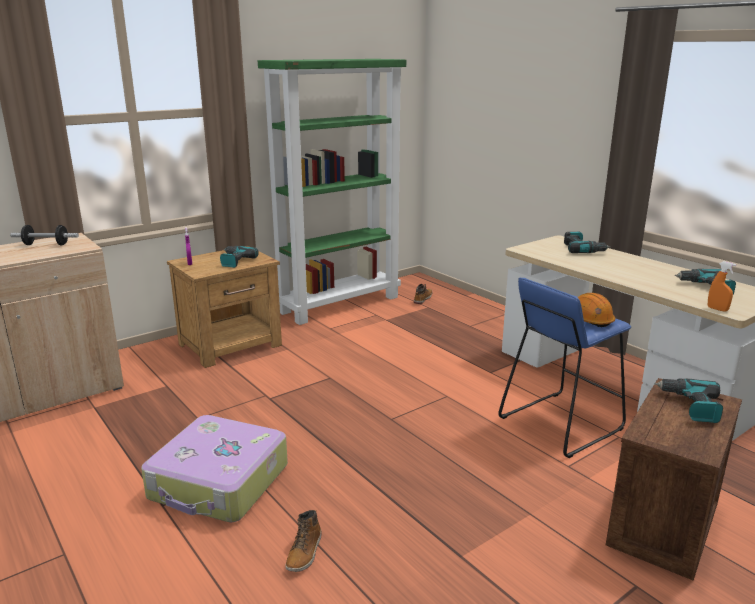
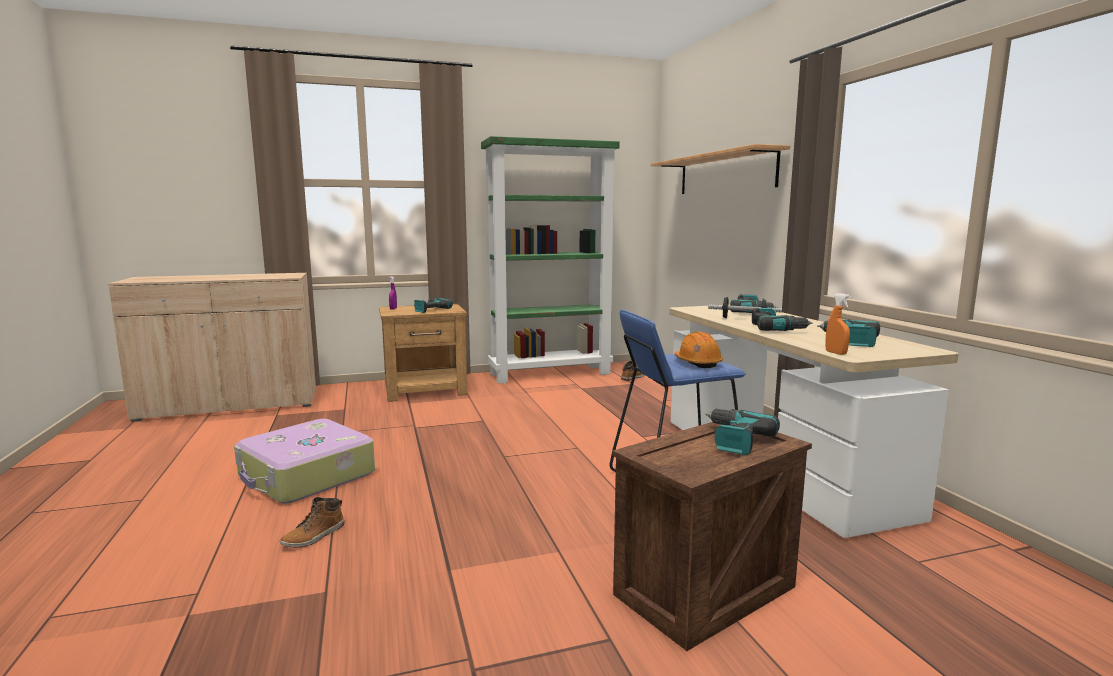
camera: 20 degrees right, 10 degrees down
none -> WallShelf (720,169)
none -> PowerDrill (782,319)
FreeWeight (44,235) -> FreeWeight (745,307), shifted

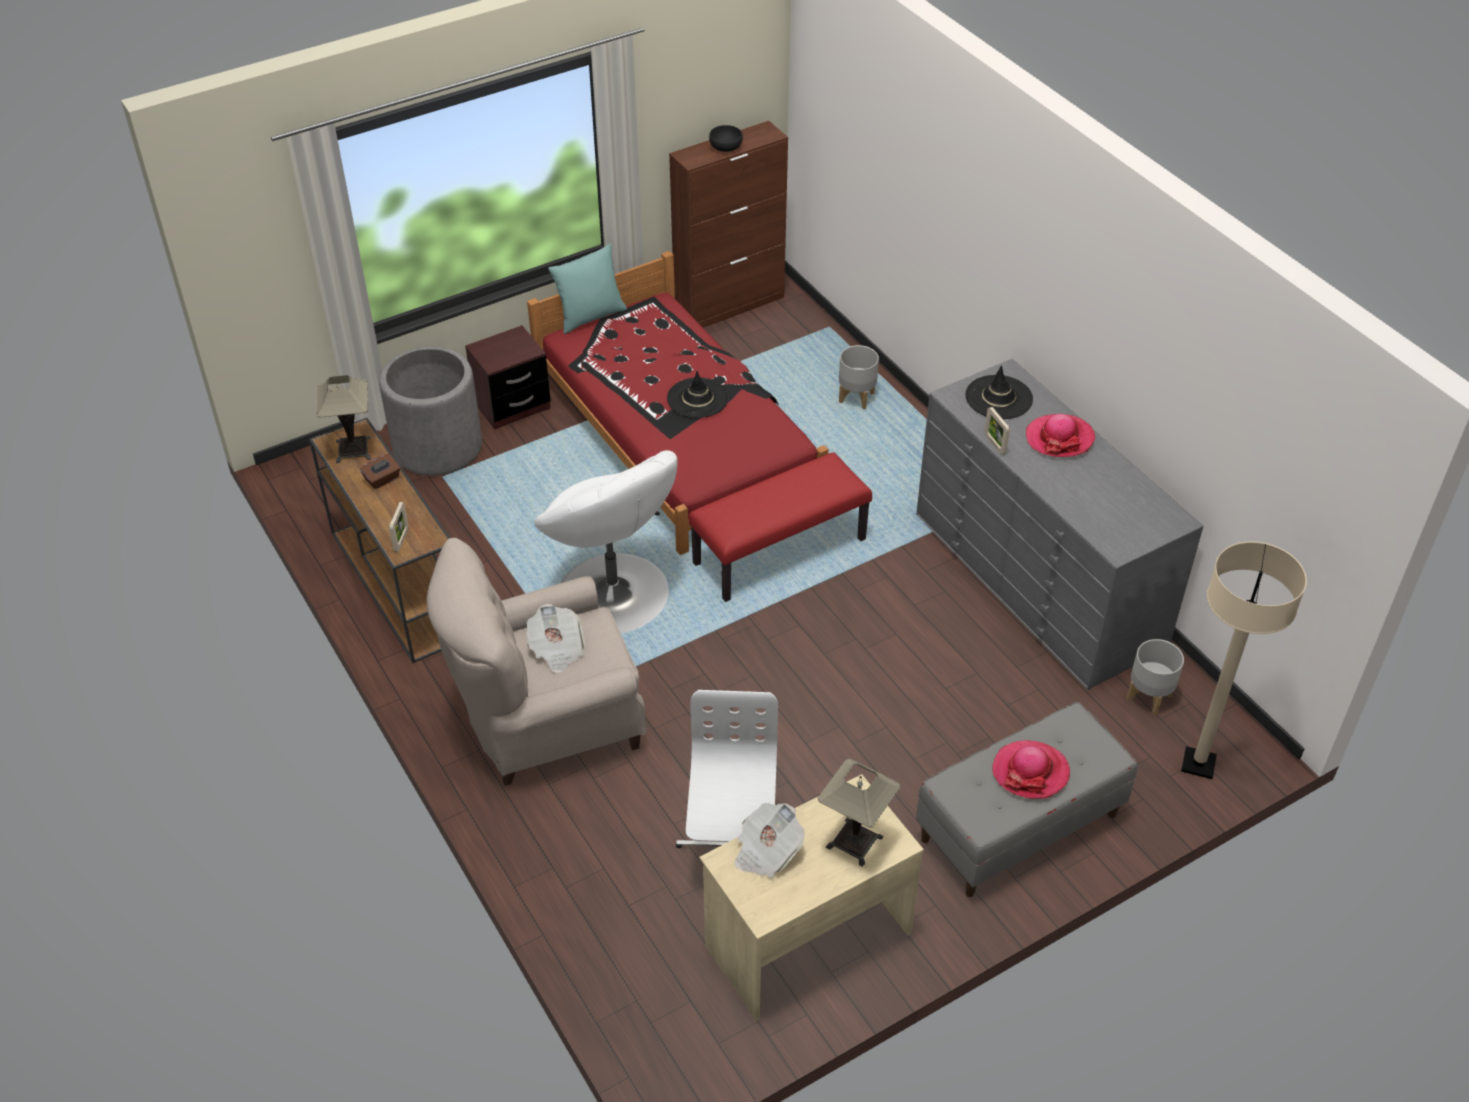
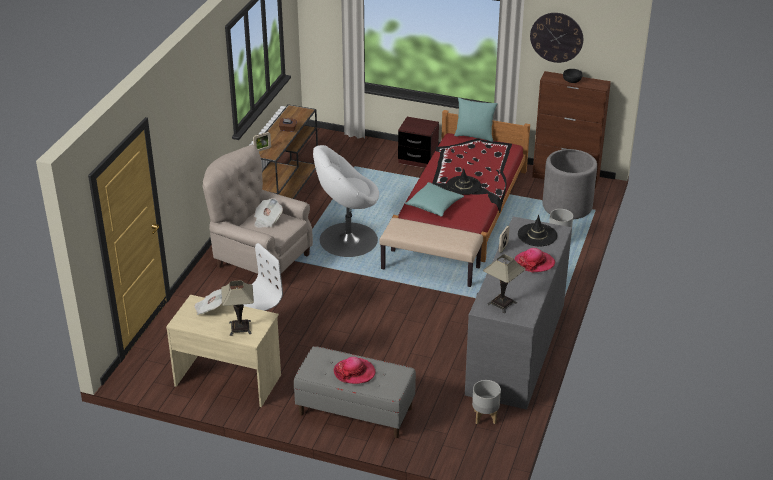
camera: 50 degrees right, 10 degrees down
SandColouredStandardLamp (1244,660) -> none
none -> TurquoiseThrowPillow (434,199)
none -> ClockOnTheWall (556,38)
TableLamp (343,419) -> TableLamp (504,283), shifted
GrayPlantPot (430,411) -> GrayPlantPot (569,184), shifted
ReddishIndoorBench (780,527) -> SandColouredIndoorBench (431,252)
WhitishEasyChair (606,541) -> WhitishEasyChair (346,201), 60 degrees clockwise

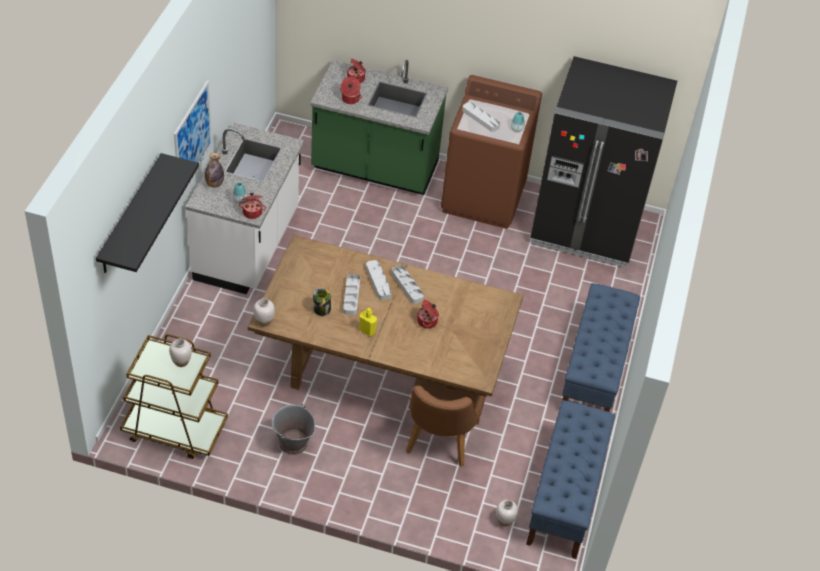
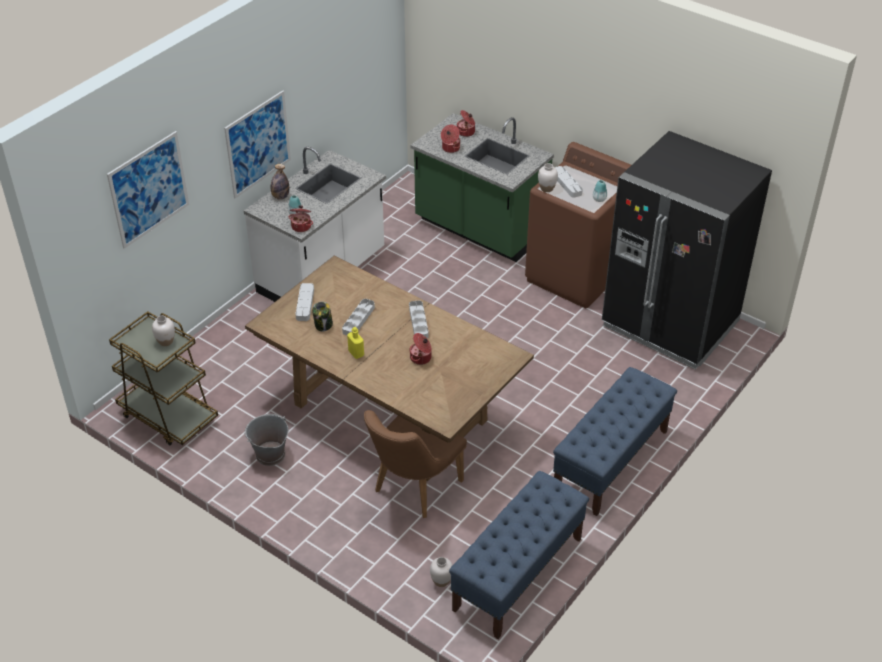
camera: 25 degrees right, 5 degrees down
WhitishFlowerVase (264,312) -> WhitishFlowerVase (548,177), shifted
GrayTray (379,280) -> GrayTray (305,302), shifted
BlackishWallShelf (147,213) -> WallPicture (148,190)

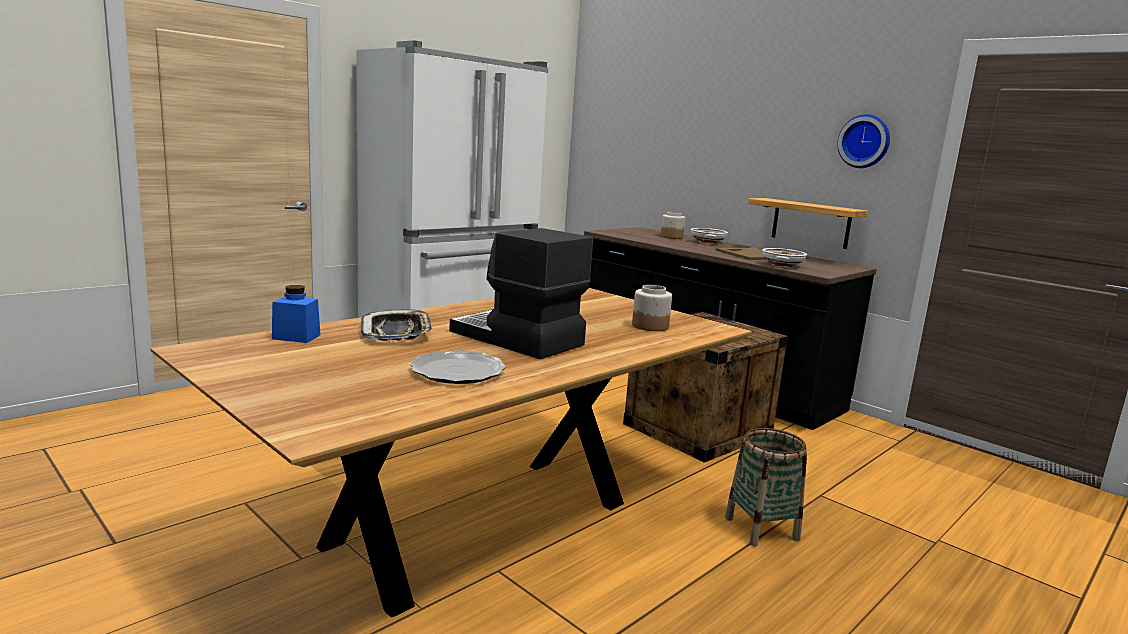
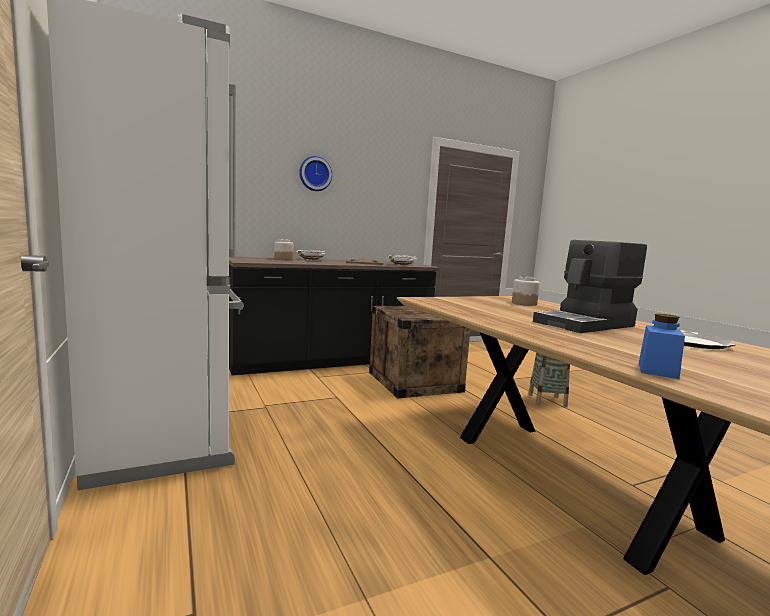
camera: 70 degrees left, 5 degrees down
Tray (397,325) -> none
WallShelf (808,223) -> none
ClockOnTheWall (863,141) -> ClockOnTheWall (315,173), shifted

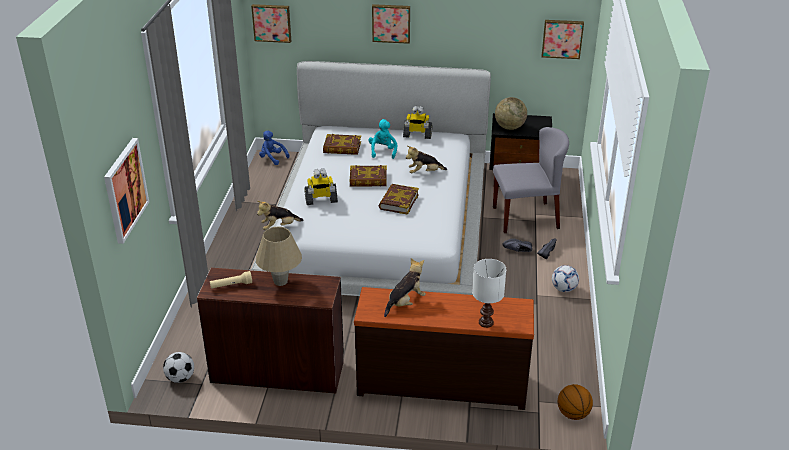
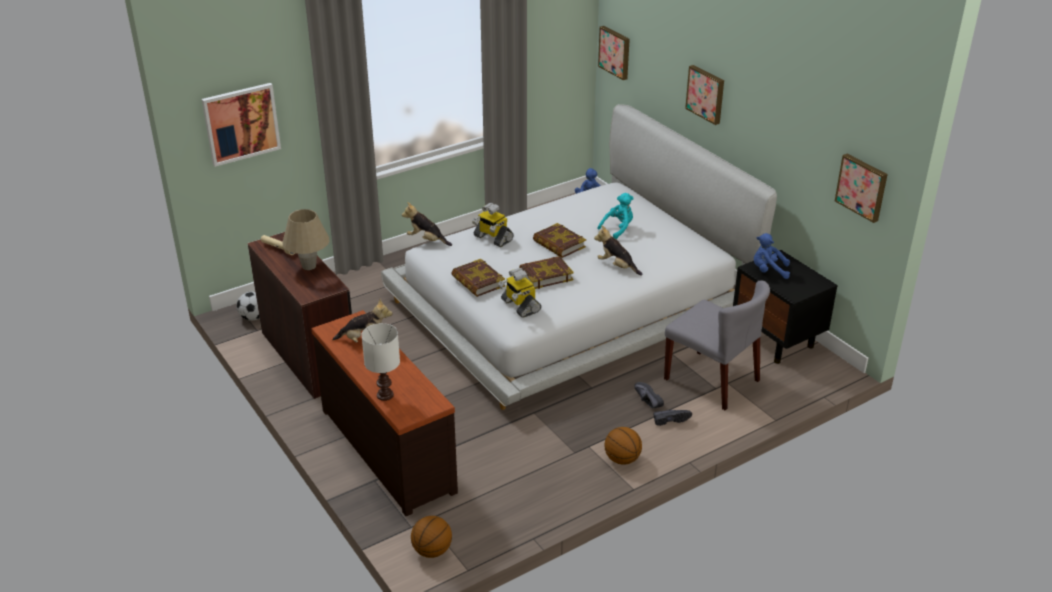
camera: 50 degrees right, 0 degrees up
BoundBook (342,144) -> BoundBook (478,278), shifted
ToyRobot (417,122) -> ToyRobot (519,293), shifted
Globe (511,113) -> BlueSoftToy (772,256)
BallForFootball (565,278) -> BasketballBall (623,446)

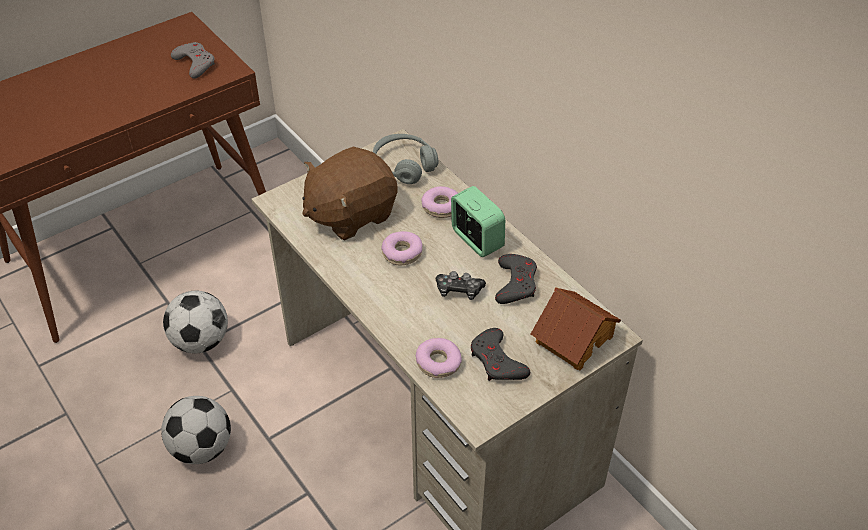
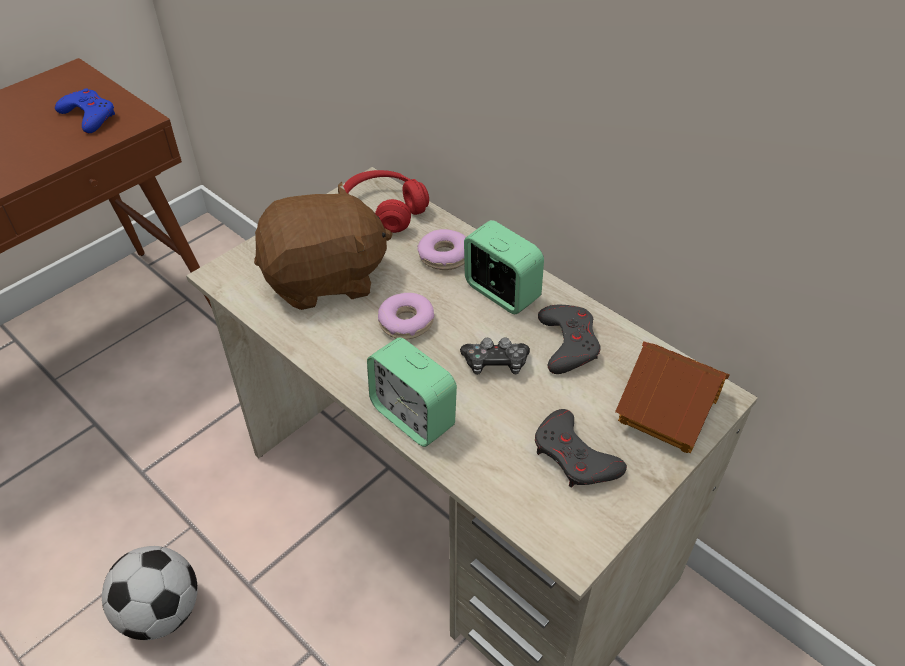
camera: 10 degrees left, 0 degrees up
BallForFootball (195,322) -> none
Donut (439,358) -> none
none -> BedsideClock (412,392)
GrayJoypad (193,60) -> BlueJoypad (85,110)
GrayHeadset (406,159) -> ReddishHeadset (386,201)
BrownishSoftToy (349,193) -> BrownishSoftToy (323,245), 150 degrees counterclockwise

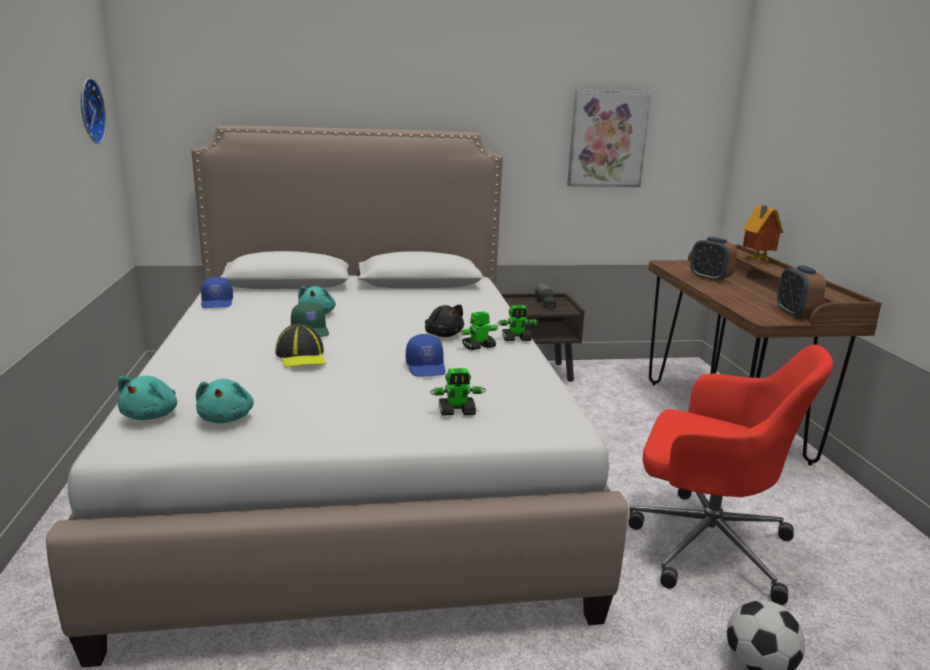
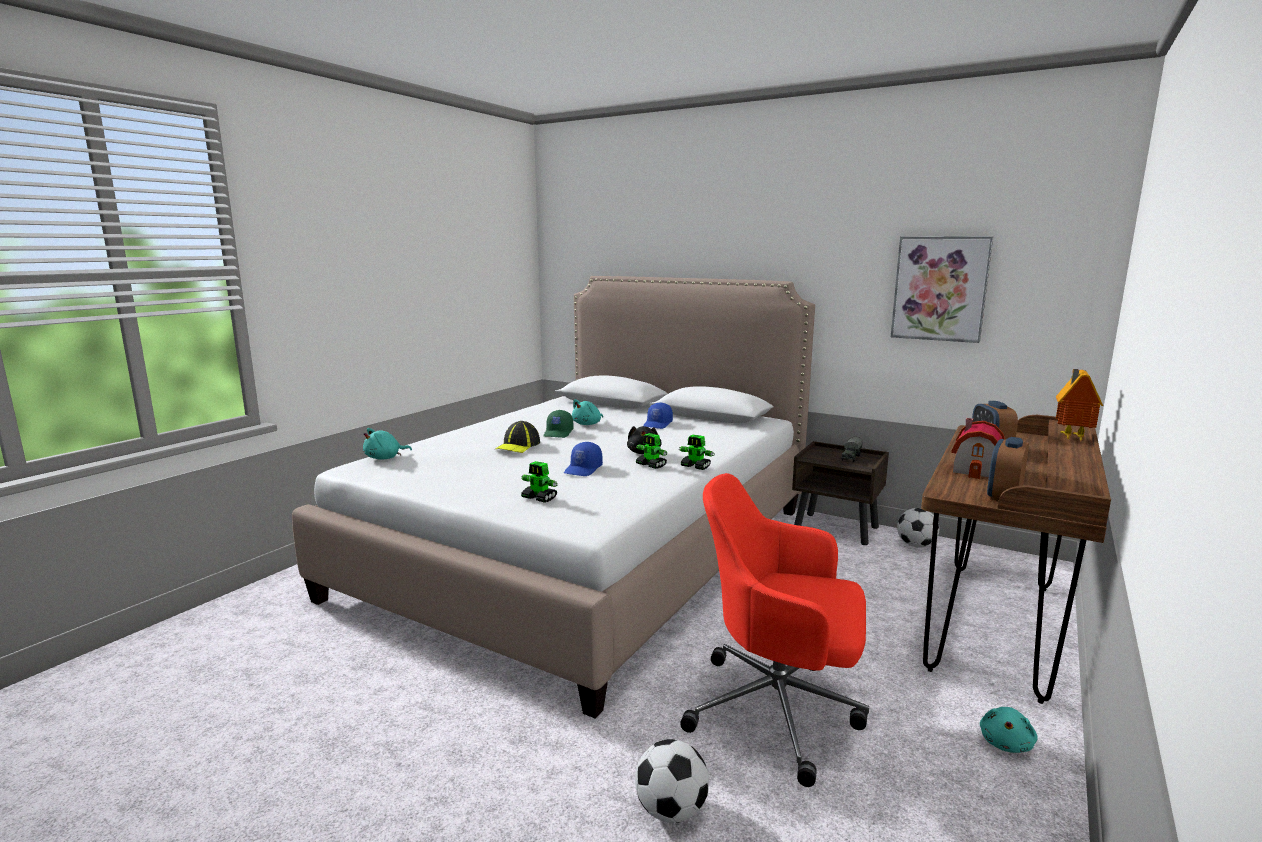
camera: 40 degrees right, 5 degrees down
ClockOnTheWall (93,111) -> none
none -> BallForFootball (918,528)
none -> ModelHouse (978,448)
TurquoiseSoftToy (225,401) -> TurquoiseSoftToy (1008,730), shifted
BlueBaseballCap (217,292) -> BlueBaseballCap (658,415), shifted
ToyRobot (479,330) -> ToyRobot (651,451), 150 degrees counterclockwise
ReddishOfficeChair (730,475) -> ReddishOfficeChair (774,630), 135 degrees clockwise

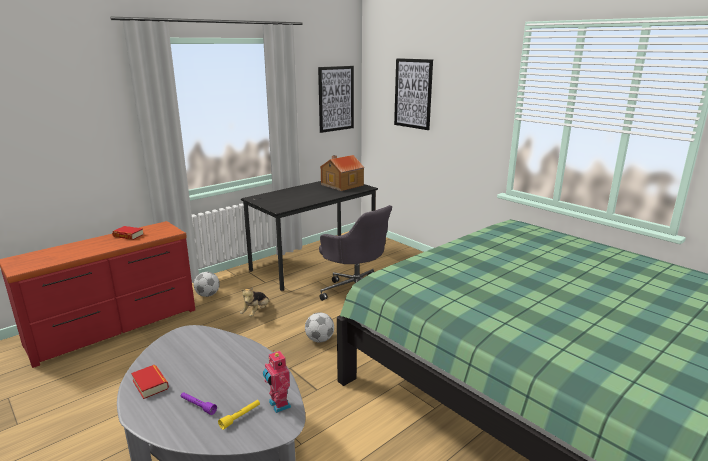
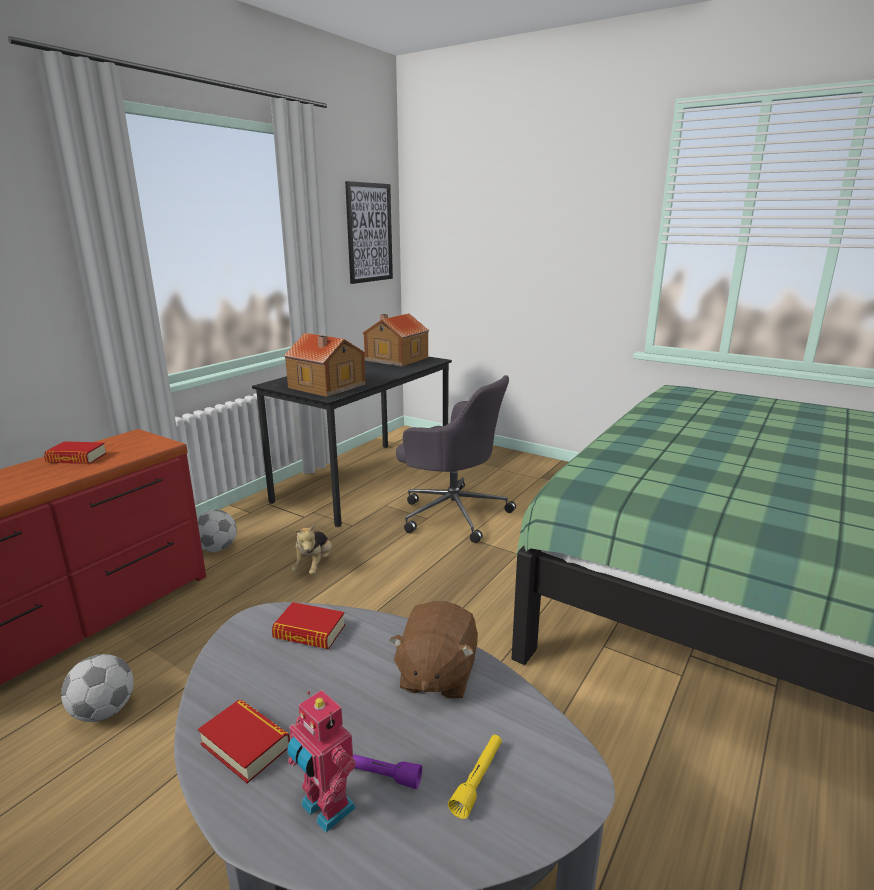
camera: 15 degrees left, 0 degrees up
WallPicture (413,94) -> none
none -> BoundBook (308,625)
none -> ModelHouse (324,365)
none -> BrownishSoftToy (434,650)
ToyRobot (277,381) -> ToyRobot (321,761), shifted
BallForFootball (319,327) -> BallForFootball (97,688), shifted

